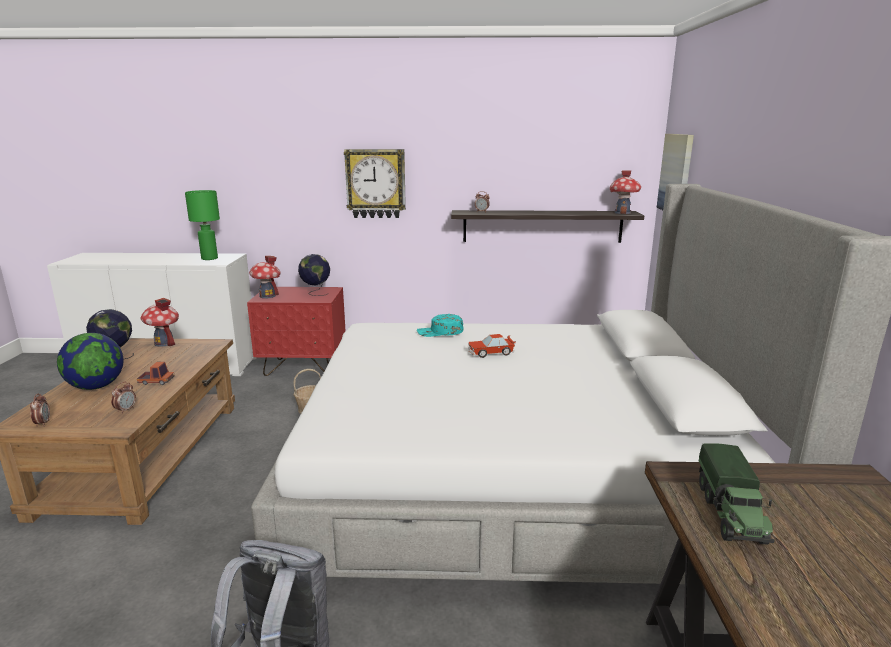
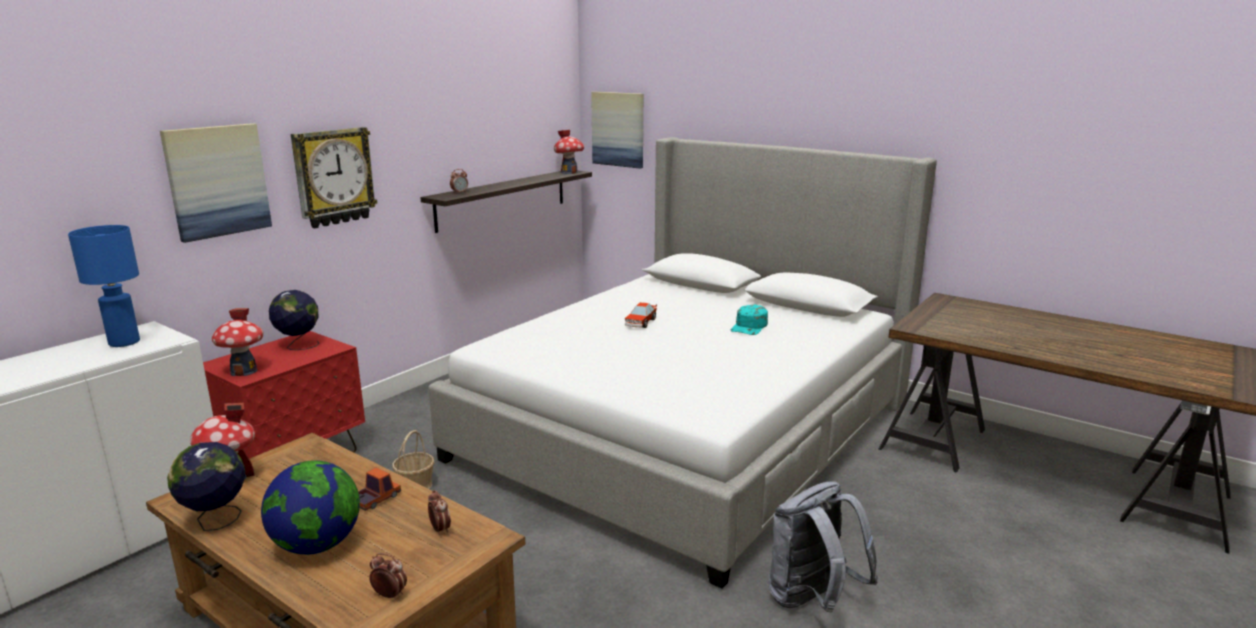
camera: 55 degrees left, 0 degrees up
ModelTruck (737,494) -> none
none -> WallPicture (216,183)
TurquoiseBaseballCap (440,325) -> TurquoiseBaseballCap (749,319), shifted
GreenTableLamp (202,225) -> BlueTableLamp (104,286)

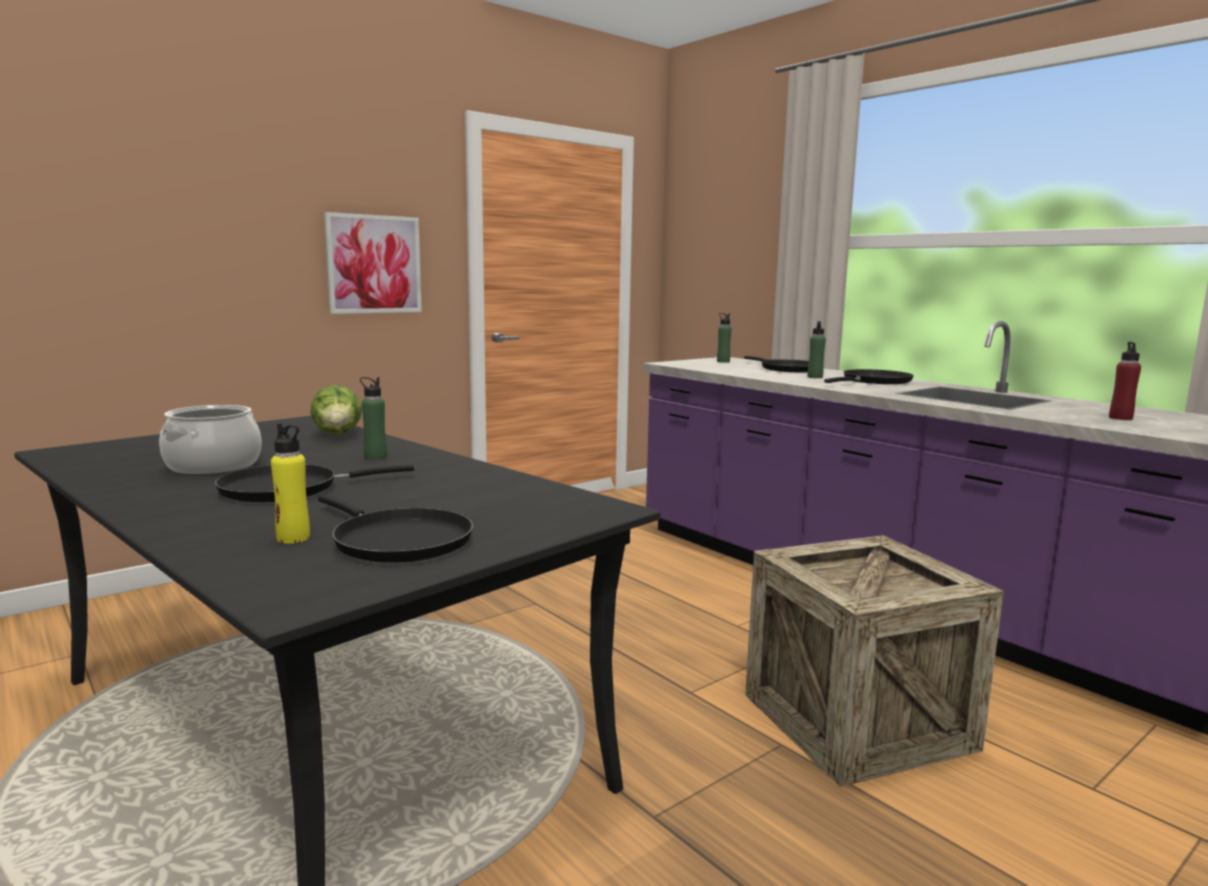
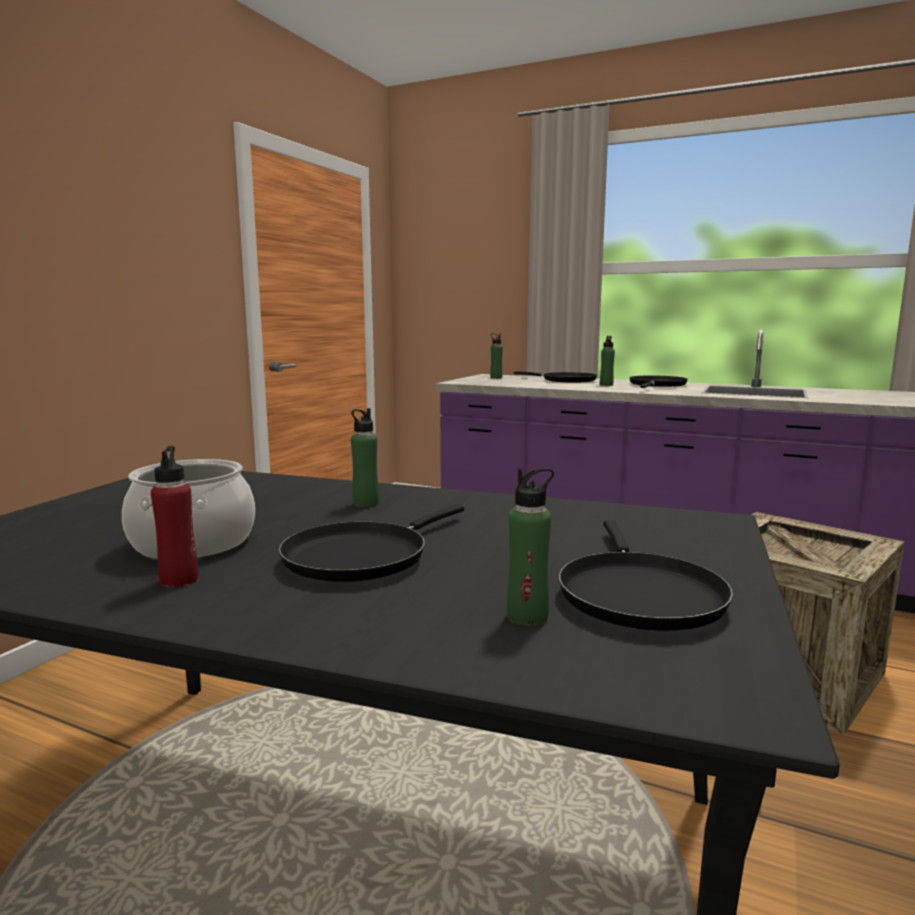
camera: 25 degrees left, 0 degrees up
Lettuce (336,409) -> none
WallPicture (373,263) -> none
ReddishDrinkBottle (1125,381) -> ReddishDrinkBottle (174,516), shifted
YellowColouredDrinkBottle (290,484) -> GreenDrinkBottle (530,547)
BlackishPan (395,528) -> BlackishPan (646,575), 75 degrees clockwise

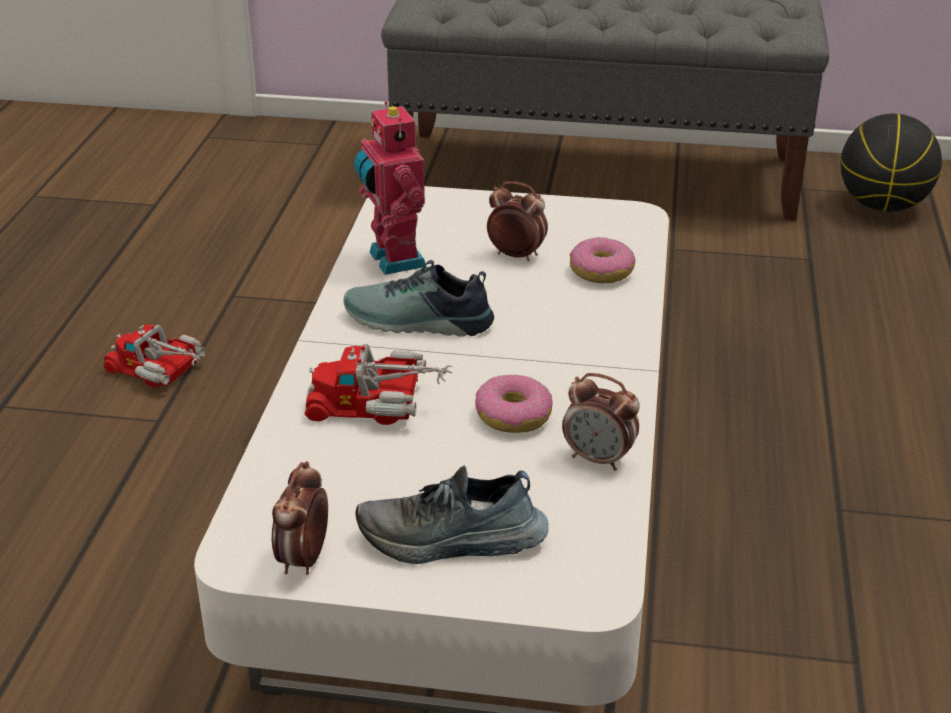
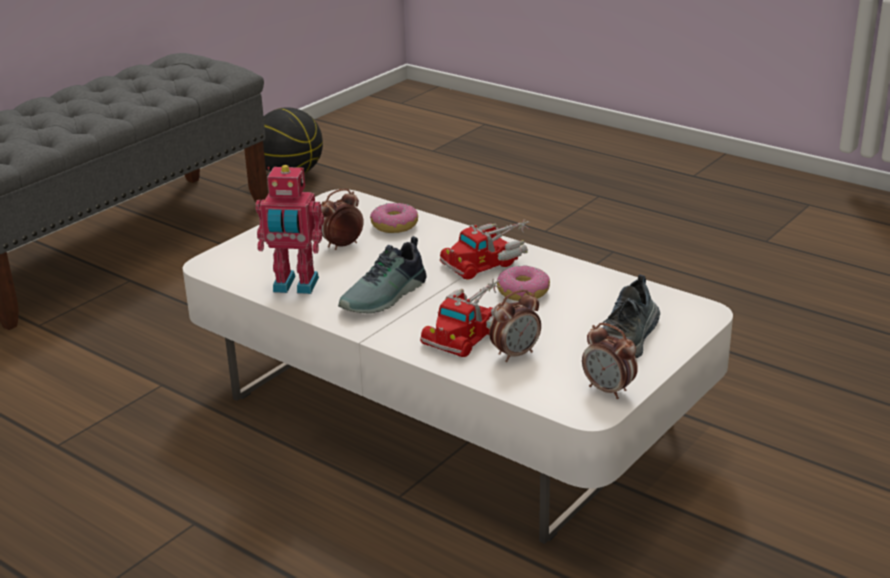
camera: 60 degrees left, 5 degrees down
ModelTruck (155,356) -> ModelTruck (485,250), shifted
BedsideClock (601,422) -> BedsideClock (515,326), shifted

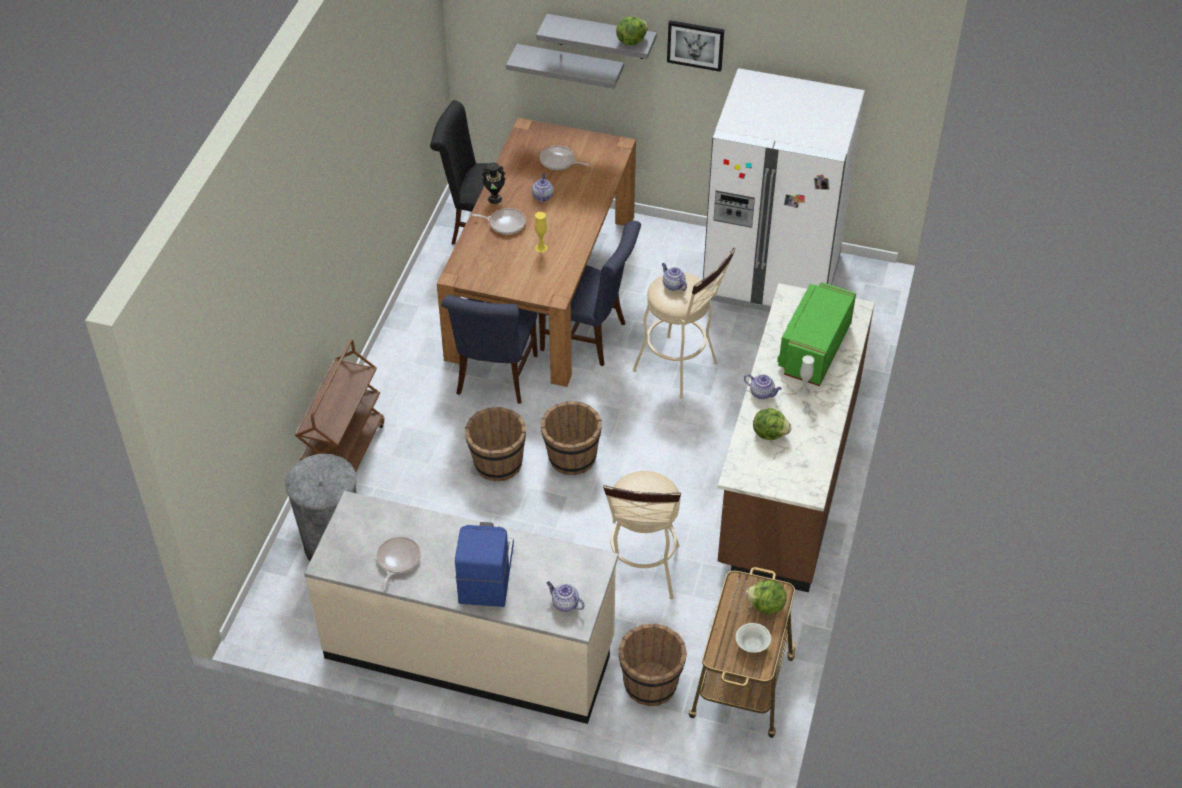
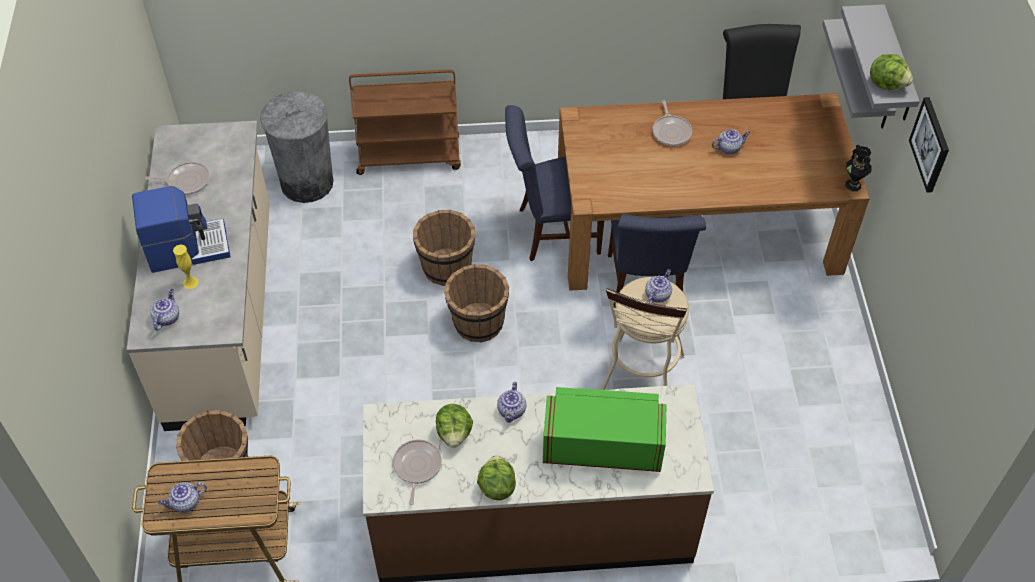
camera: 70 degrees right, 5 degrees up
SandColouredStoolSeat (642,535) -> none
WhitishFridge (784,190) -> none
WhitishFlowerVase (805,376) -> none
BlackishFlowerVase (494,183) -> BlackishFlowerVase (858,168), shifted
YellowColouredFlowerVase (541,232) -> YellowColouredFlowerVase (186,266), shifted
Pan (565,157) -> Pan (417,472), shifted
Lettuce (766,597) -> Lettuce (496,477), shifted
WhitishBowl (753,638) -> Teapot (182,497)

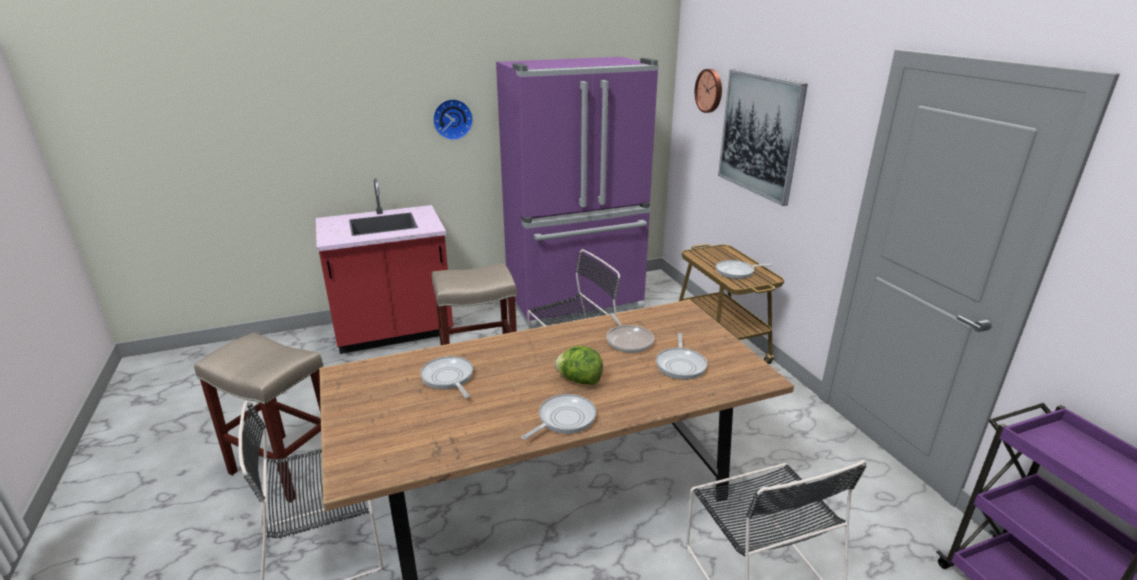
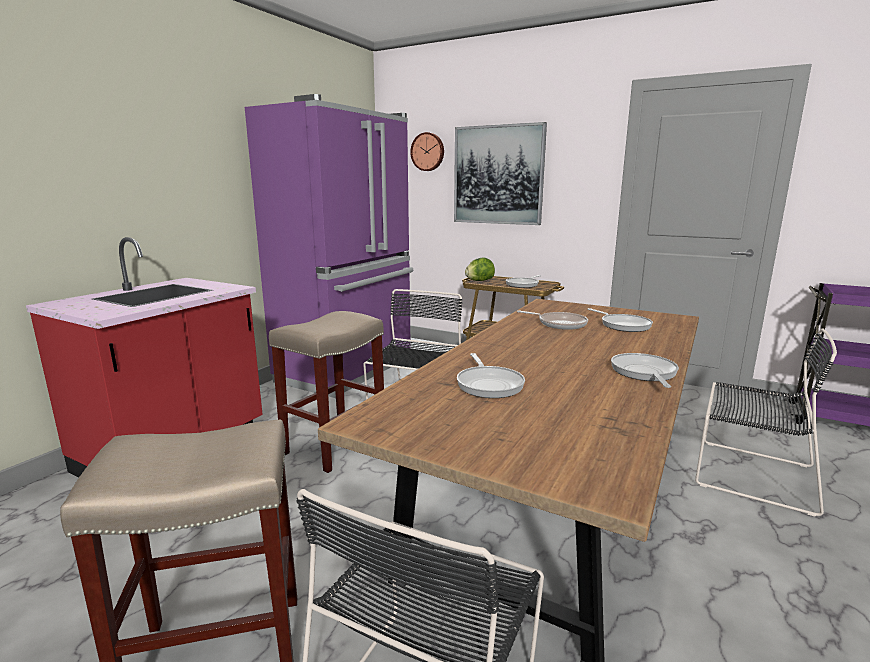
camera: 40 degrees left, 10 degrees down
ClockOnTheWall (453,119) -> none
Lettuce (578,365) -> Lettuce (480,269), shifted
Pan (446,377) -> Pan (491,375), 120 degrees counterclockwise

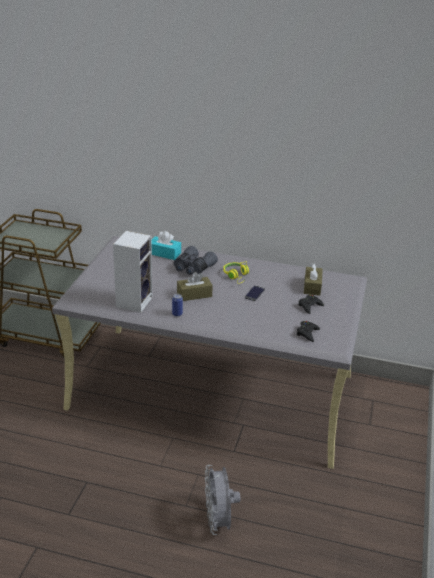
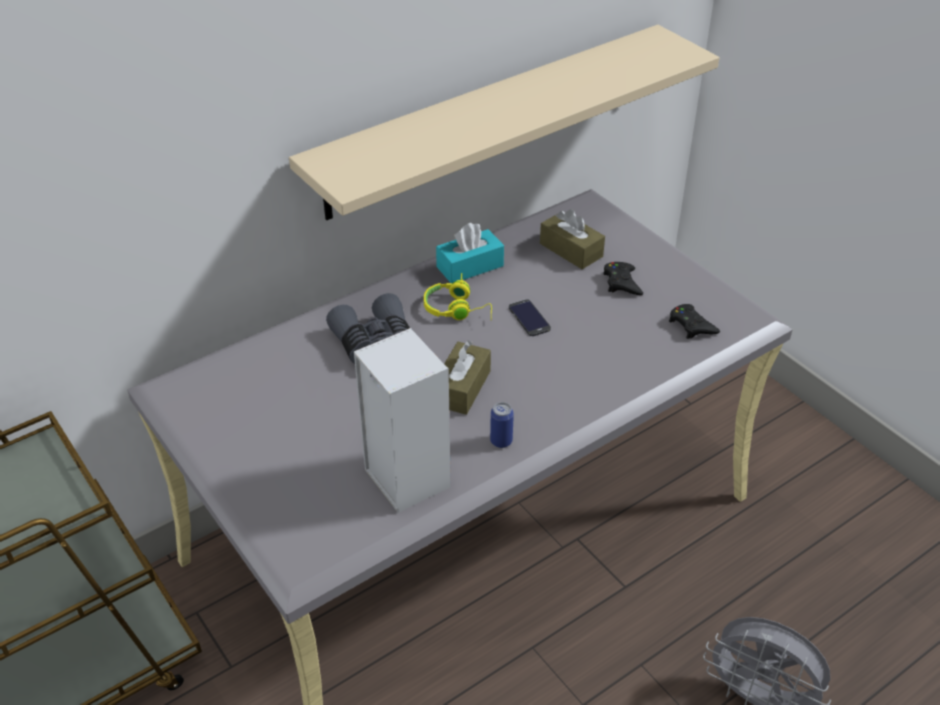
camera: 50 degrees left, 10 degrees up
none -> SandColouredWallShelf (504,122)
TurquoiseBoxOfTissues (166,245) -> TurquoiseBoxOfTissues (470,253), shifted

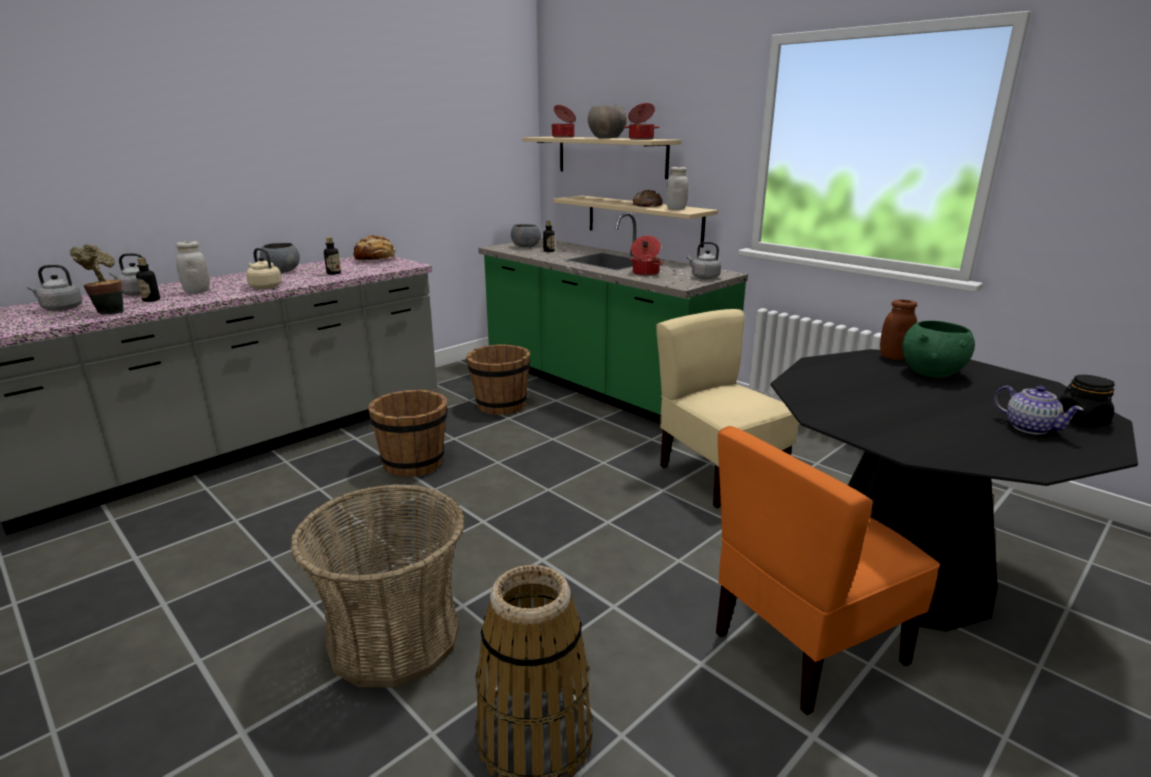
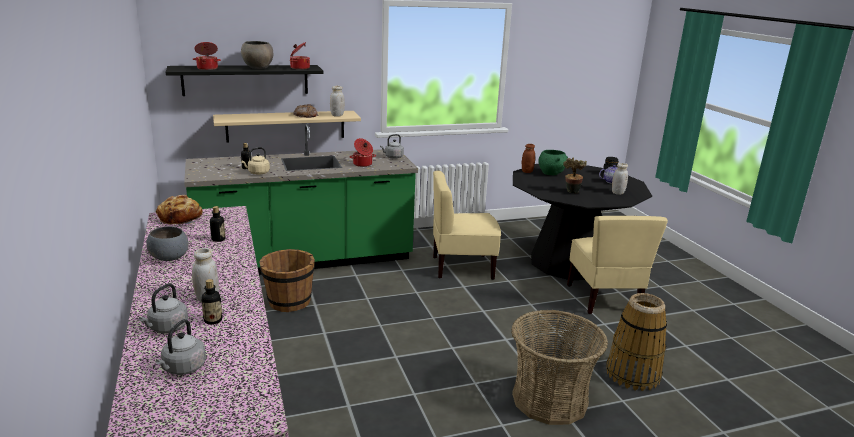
camera: 65 degrees left, 0 degrees up
BrownishBucket (408,433) -> none
GrayBowl (526,235) -> none
none -> WhitishStorageJar (620,179)
PlantInAPot (97,279) -> PlantInAPot (575,175), shifted
SandColouredWaterKettle (264,268) -> SandColouredWaterKettle (255,161), shifted
SandColouredWallShelf (601,158) -> BlackishWallShelf (245,80)
OrangeChair (828,570) -> SandColouredChair (617,265)

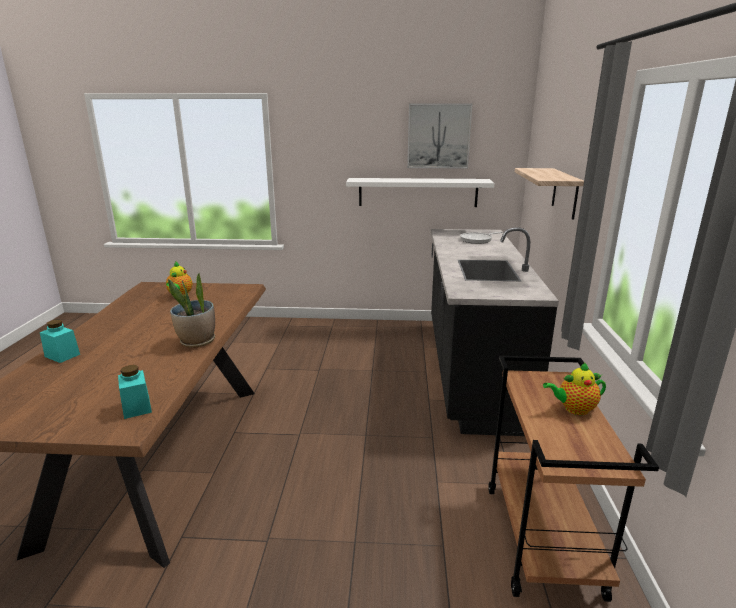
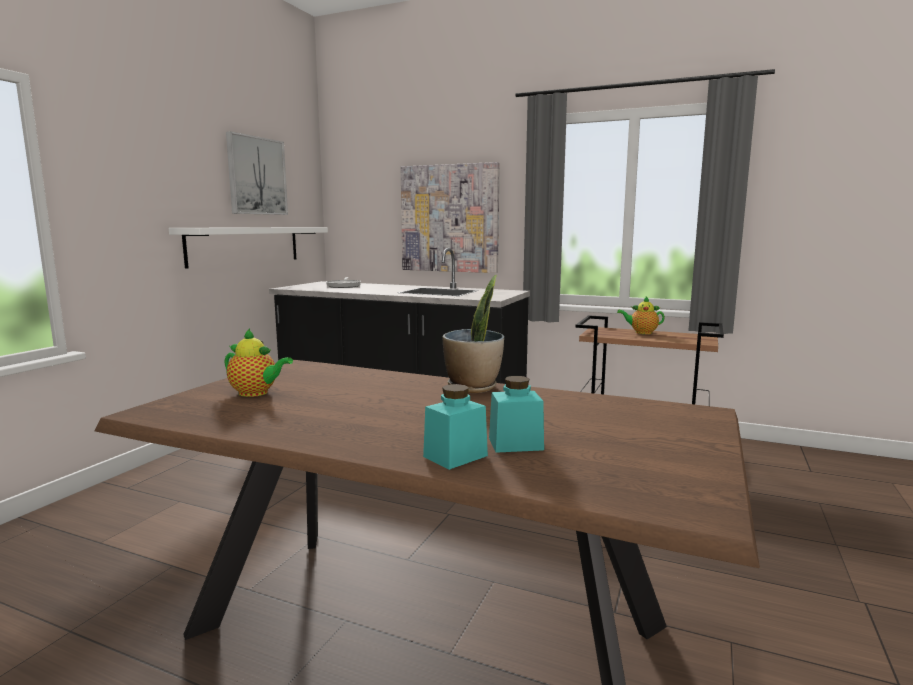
camera: 70 degrees left, 10 degrees down
TurquoiseStorageJar (135,392) -> TurquoiseStorageJar (516,414), shifted
WallShelf (549,193) -> WallPicture (450,217)
Teapot (574,388) -> Teapot (641,315), 90 degrees clockwise

